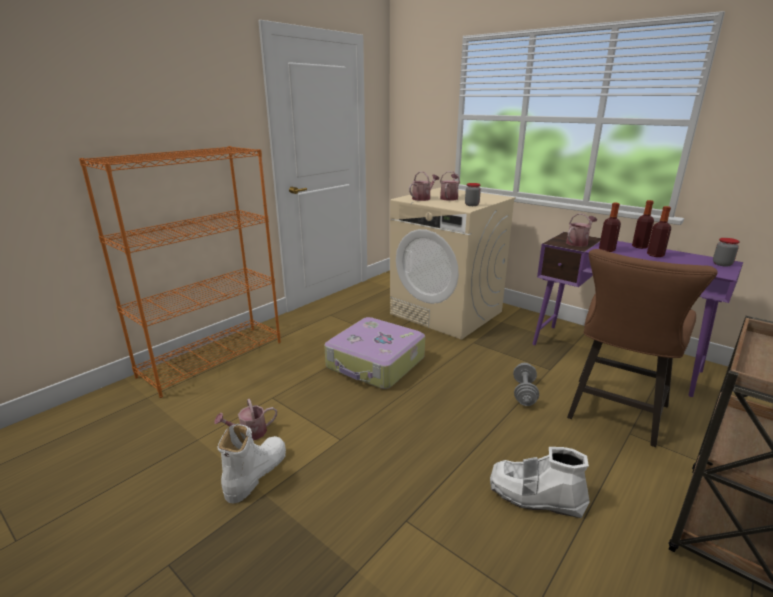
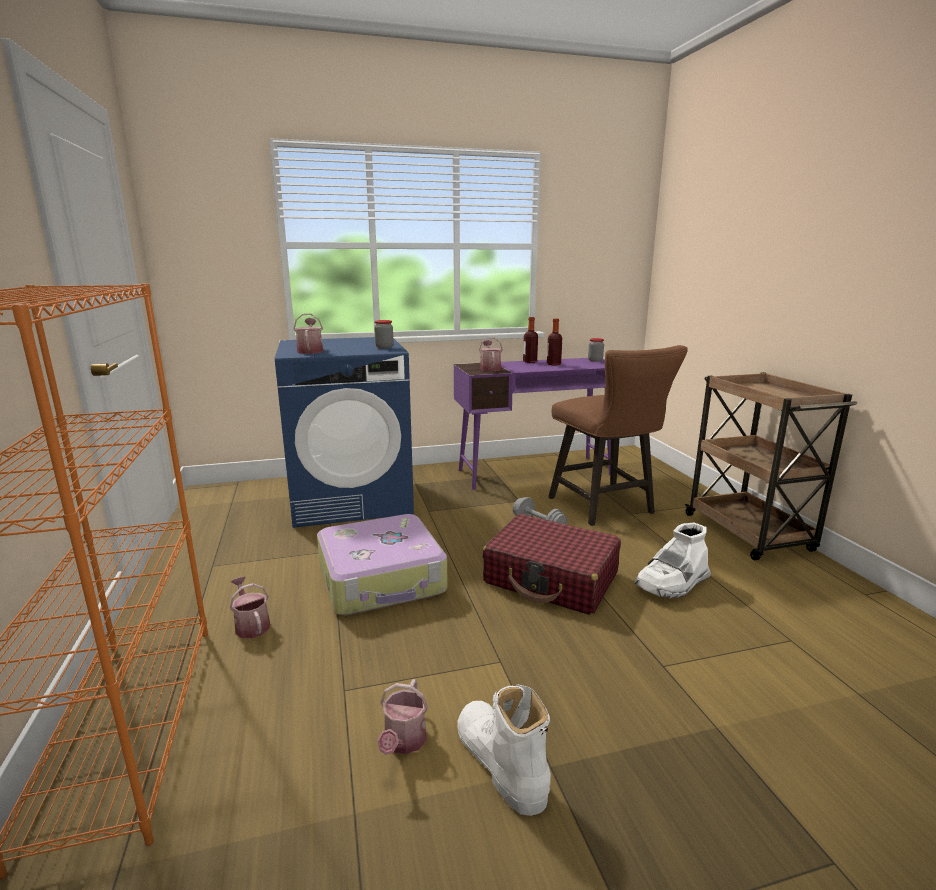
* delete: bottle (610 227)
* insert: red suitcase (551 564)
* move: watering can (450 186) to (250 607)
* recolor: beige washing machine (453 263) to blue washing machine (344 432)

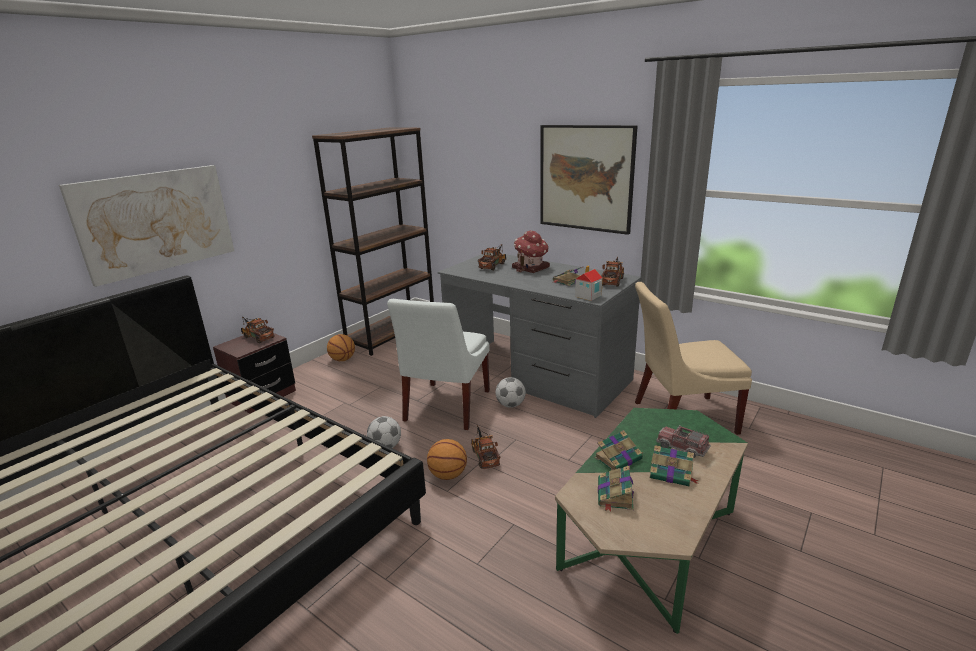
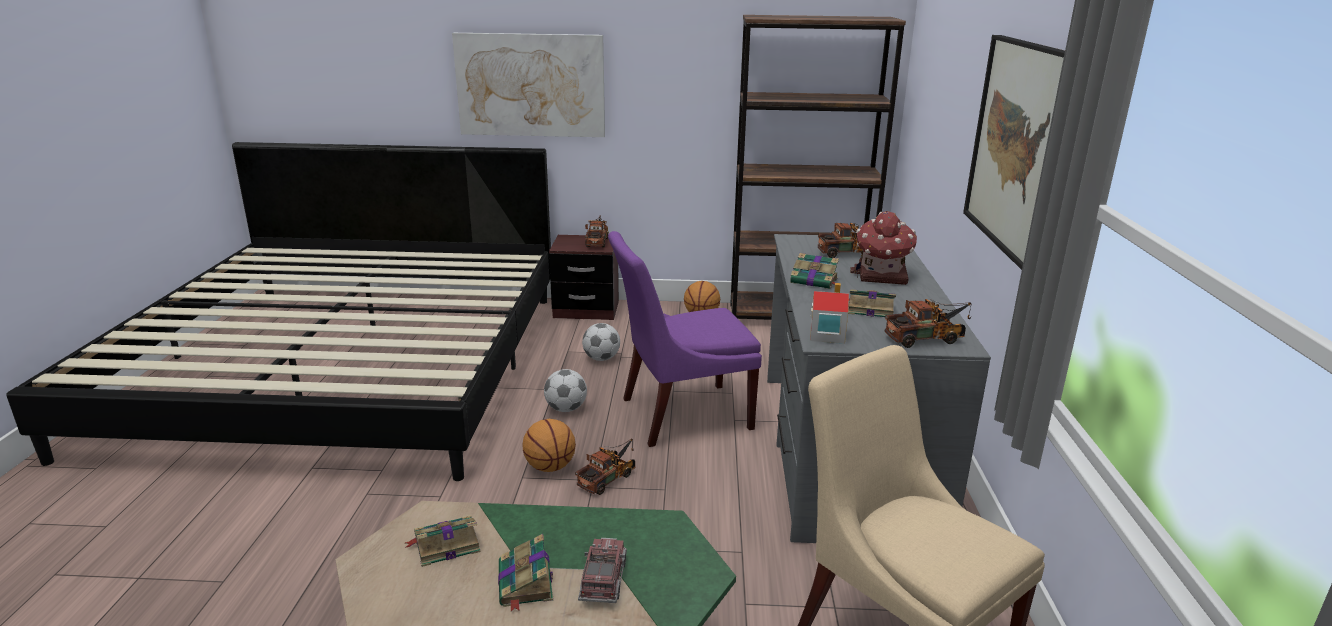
* move: football (511 392) to (601 342)
* move: book (618 450) to (814 271)
* recolor: white chair (438 364) to purple chair (685 339)

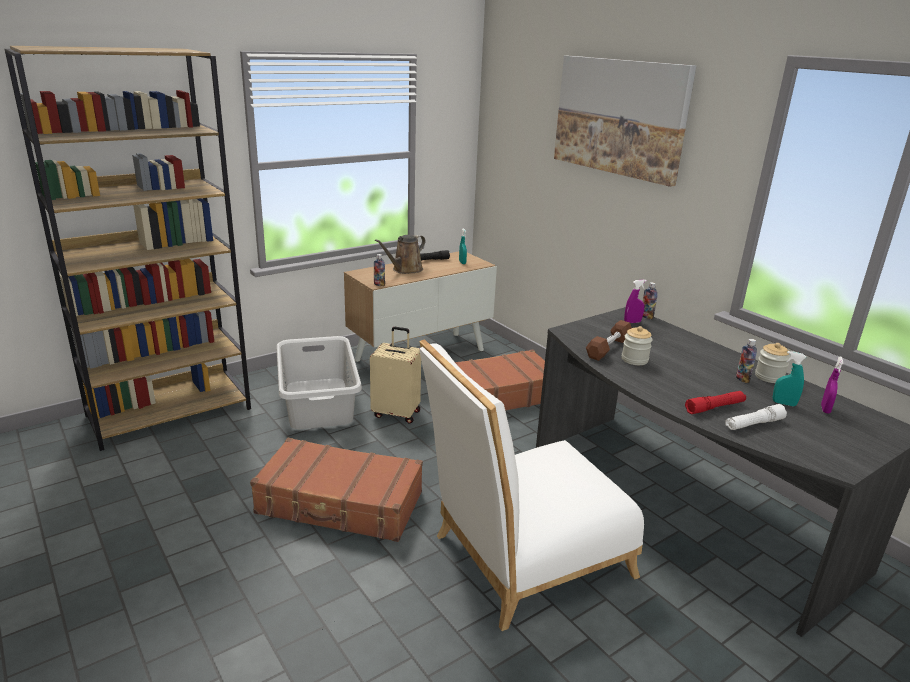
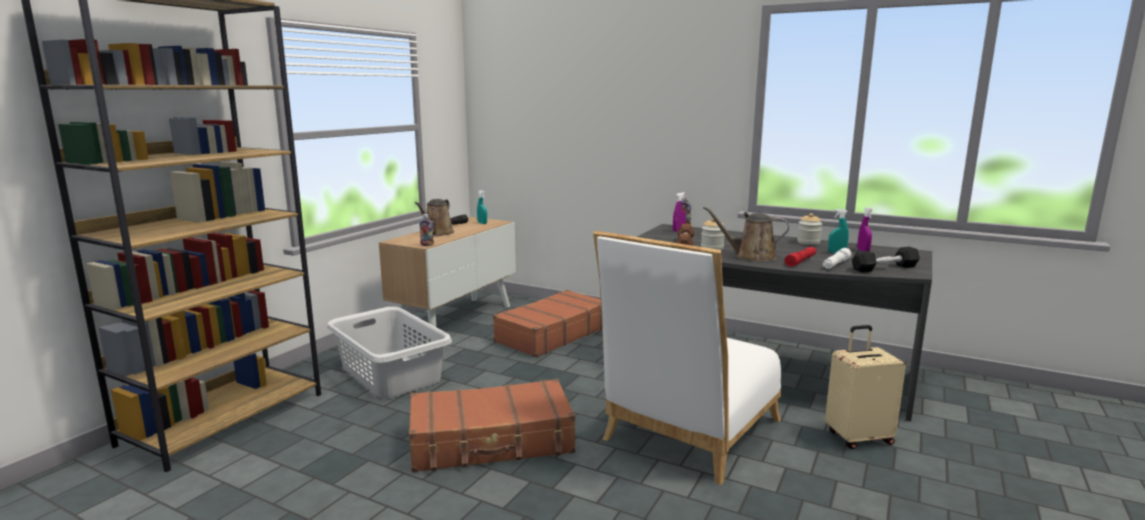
* delete: picture (625 121)
* delete: bottle (746 361)
* insert: brown watering can (746 234)
* insert: black dumbbell (886 260)
* move: beige suitcase (395 375) to (865 387)

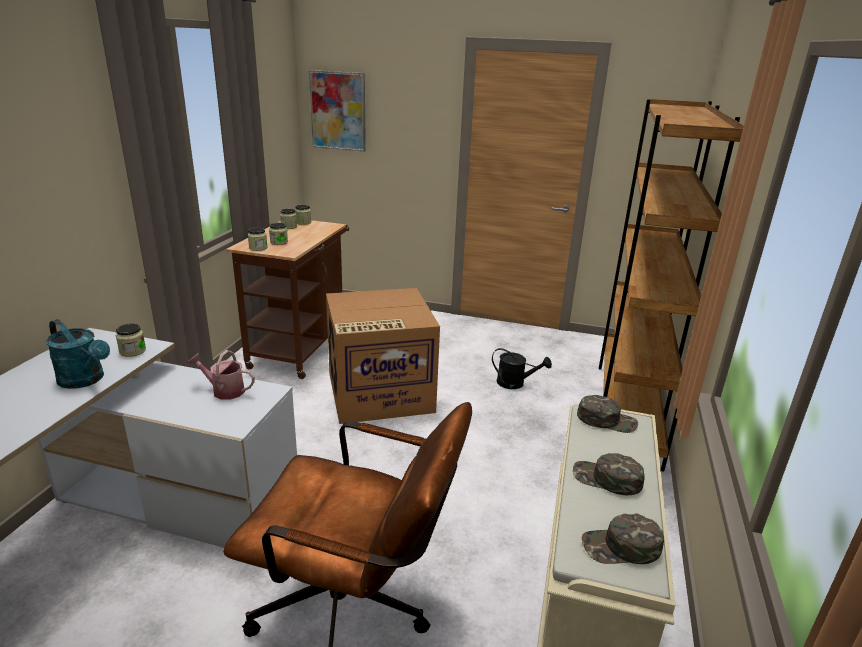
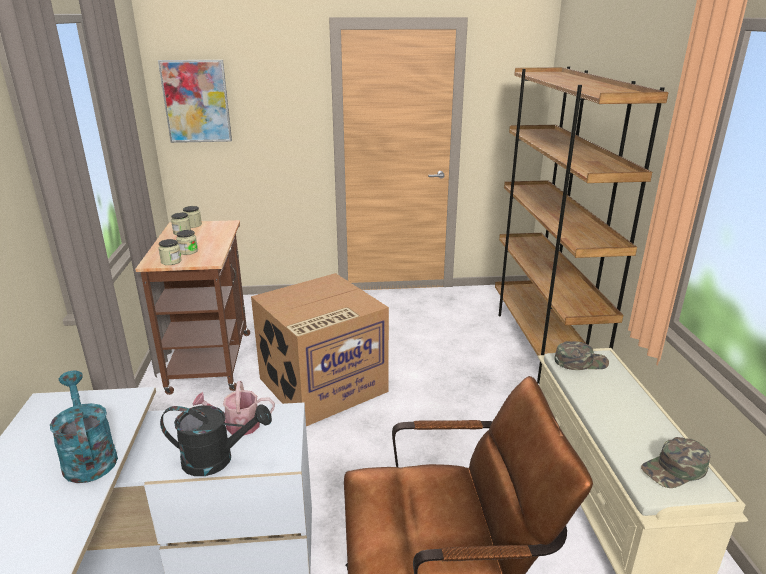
* delete: jar (131 340)
* delete: green cap (609 474)
* move: black watering can (522 368) to (216 440)
* rotate: turquoise watering can (78 354) = (84 427) 135 degrees counterclockwise

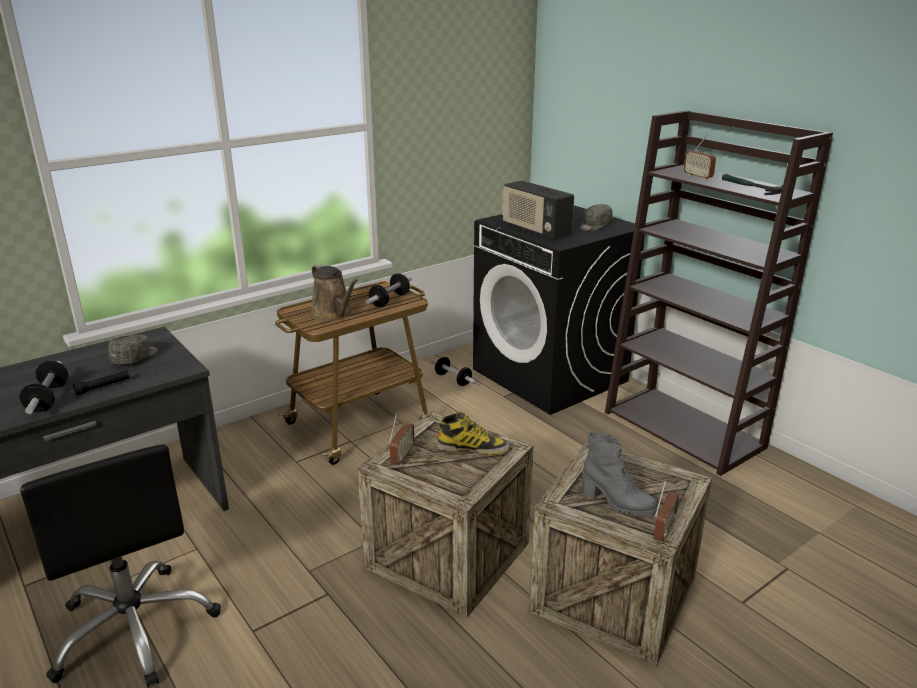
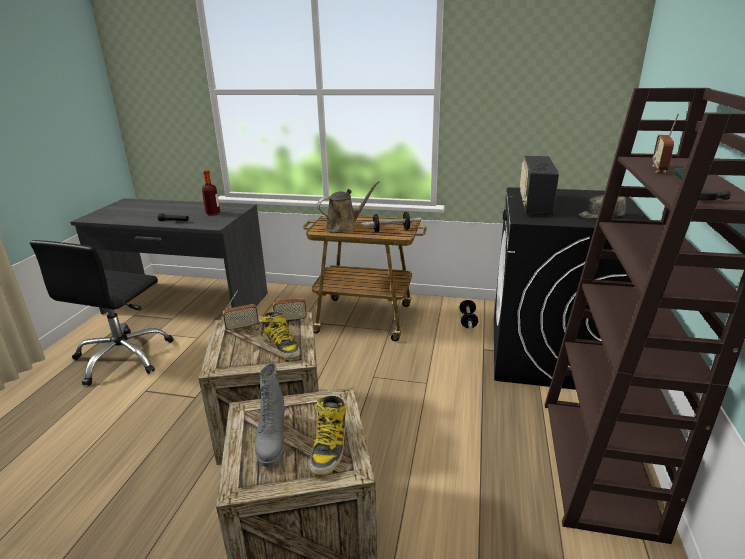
* delete: dumbbell (44 387)
* insert: boot (328 436)
* move: radio (666 511) to (290 302)
* replace: grey cap (133 349) to bottle (211 193)
* rotate: brown watering can (334 292) = (348 207) 135 degrees counterclockwise

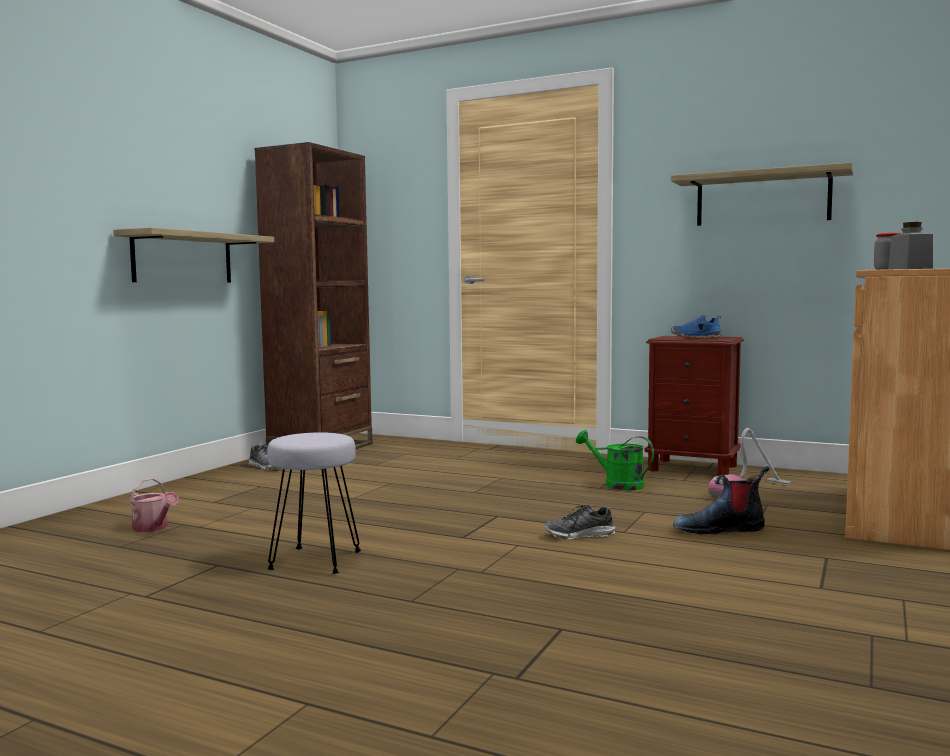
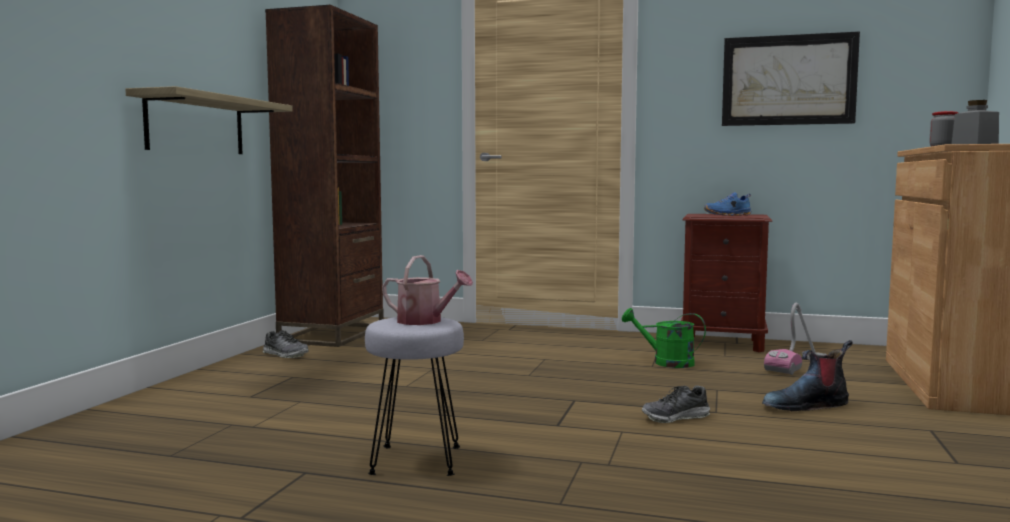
* move: watering can (154 505) to (427 290)
* replace: shelf (762 194) to picture (791 78)

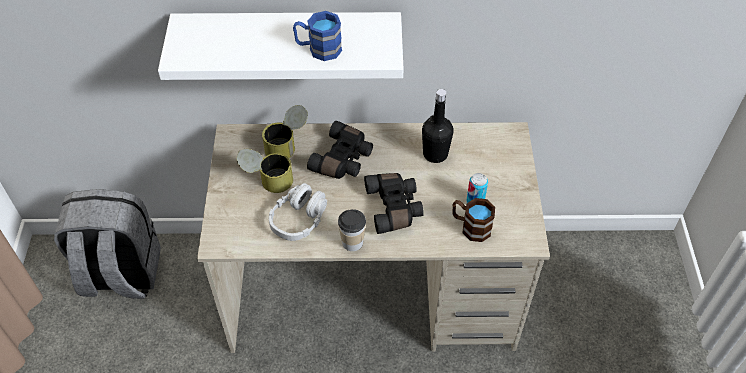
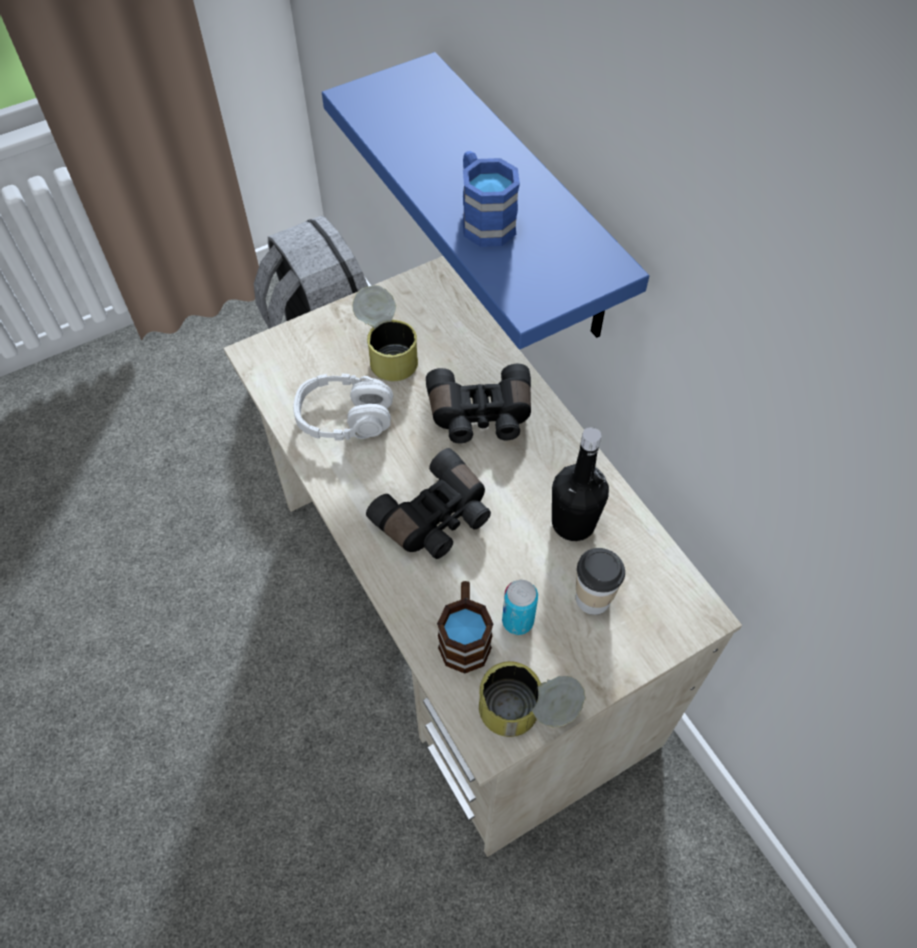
* move: can (285 131) to (532 699)
* move: cup (352 230) to (600 581)
* recolor: white shelf (281 46) to blue shelf (485 200)

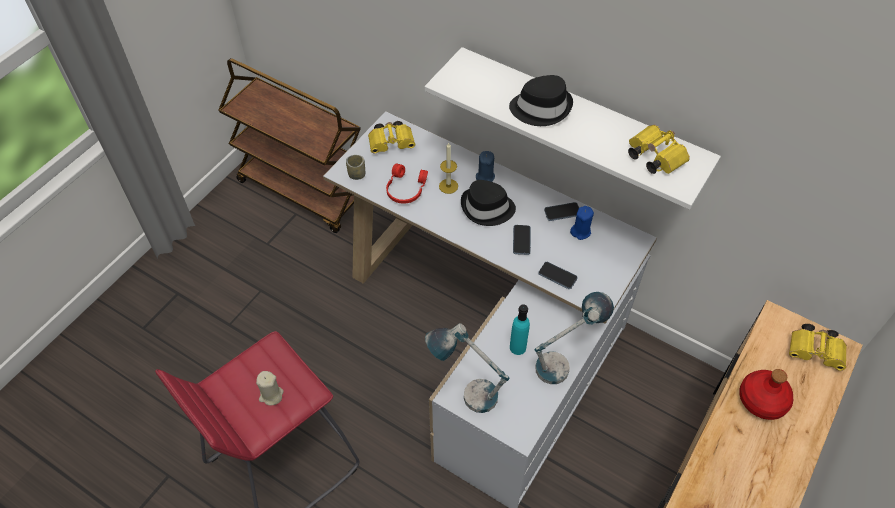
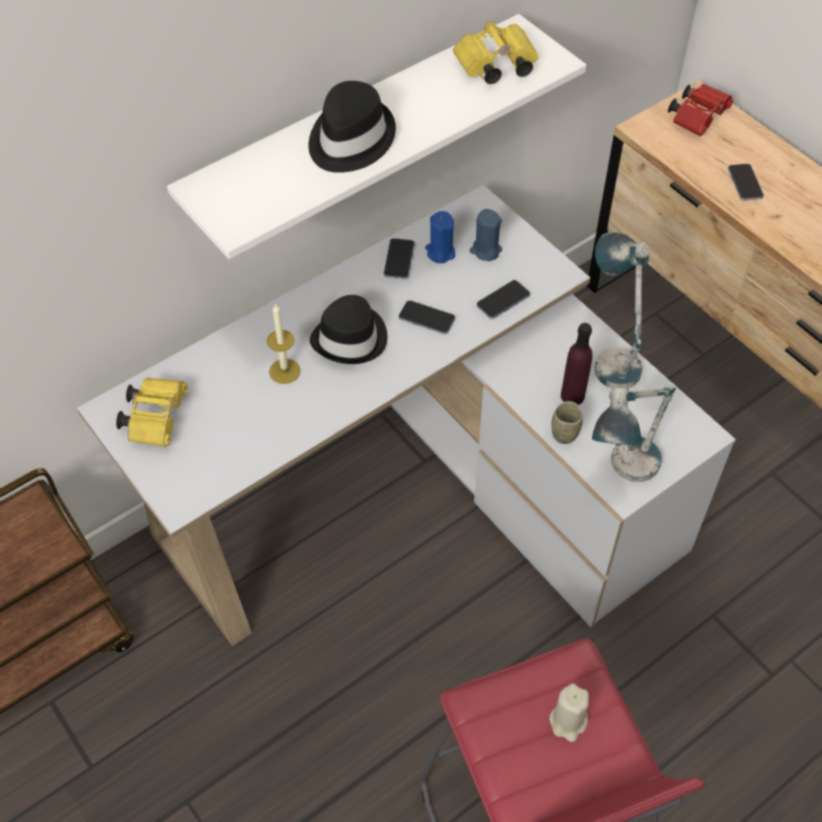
* delete: red headphones (407 184)
* move: cup (355 167) to (567 422)
* move: blue candle (485 166) to (486 235)
* replace: red bottle (766 394) to phone (746 182)
* recolor: turquoise bottle (520 329) to purple bottle (576 364)
* recolor: yellow binoculars (818 347) to red binoculars (700 109)

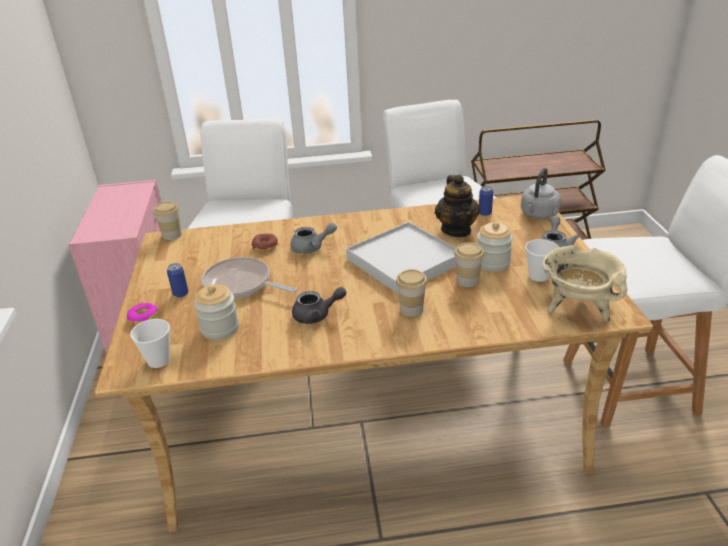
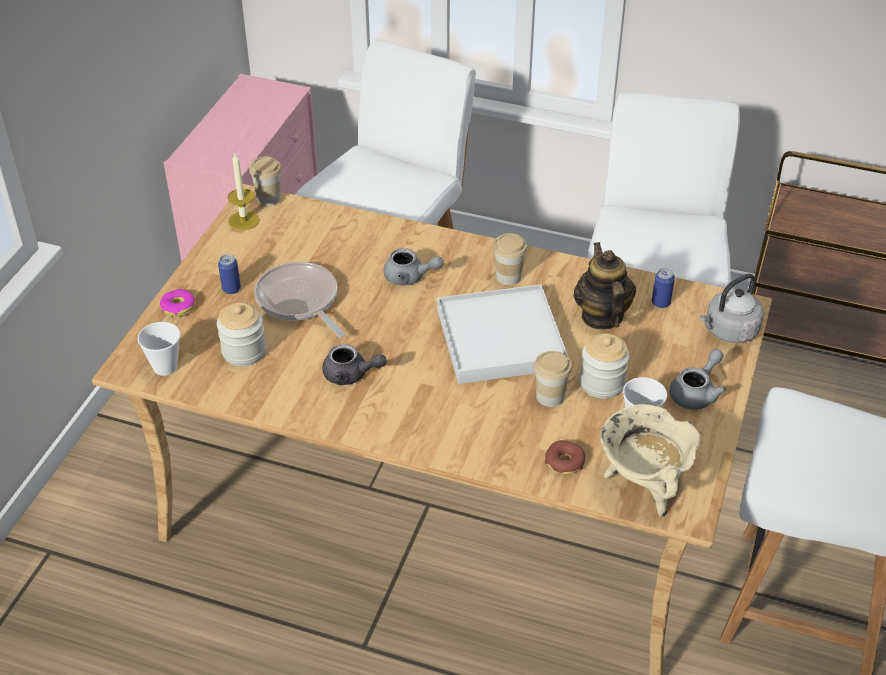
* insert: candle (243 191)
* move: donut (265 243) to (565 457)
* move: cup (411 293) to (510 259)
* rotate: teapot (457 206) = (605 286) 150 degrees clockwise

